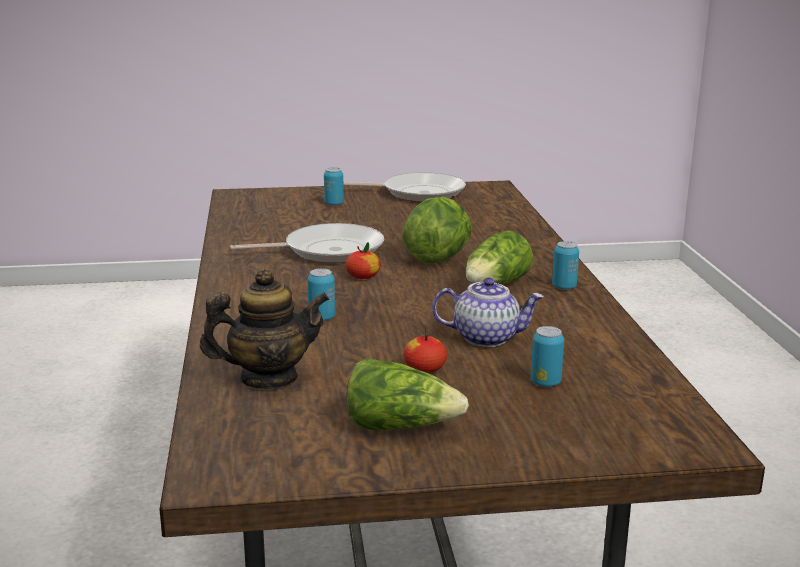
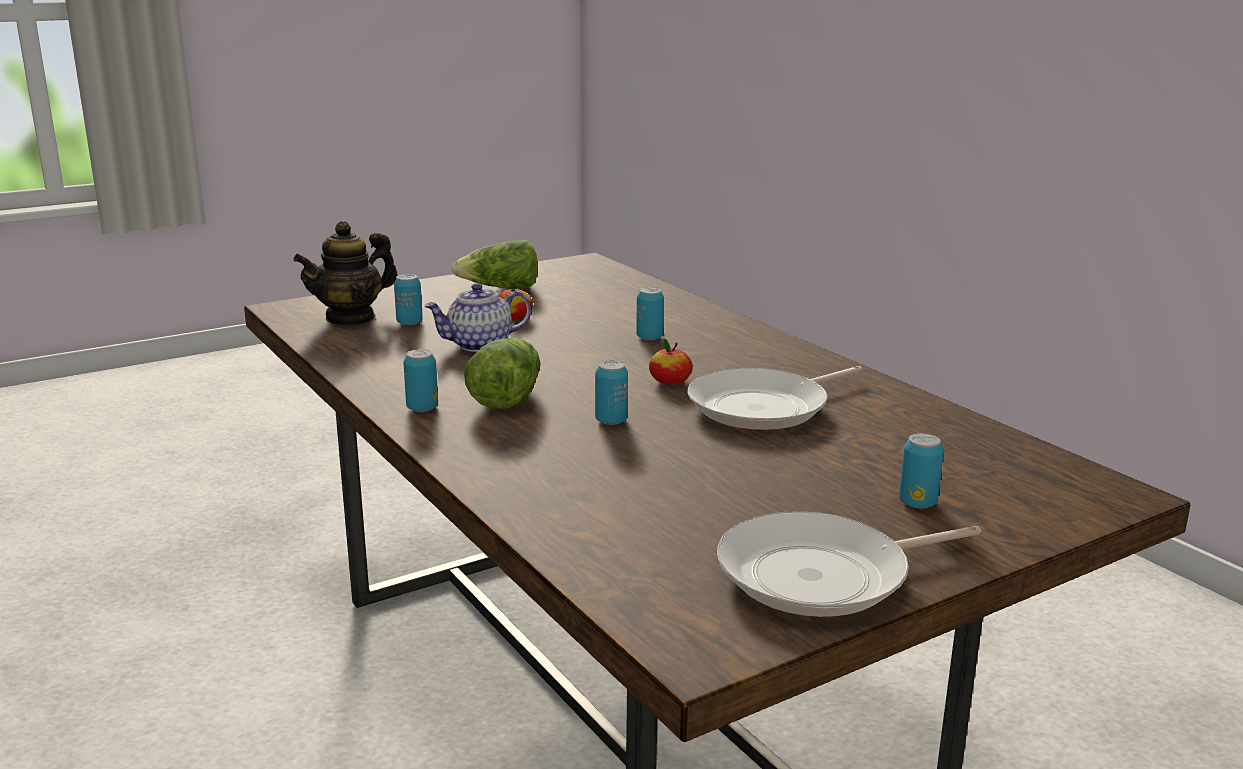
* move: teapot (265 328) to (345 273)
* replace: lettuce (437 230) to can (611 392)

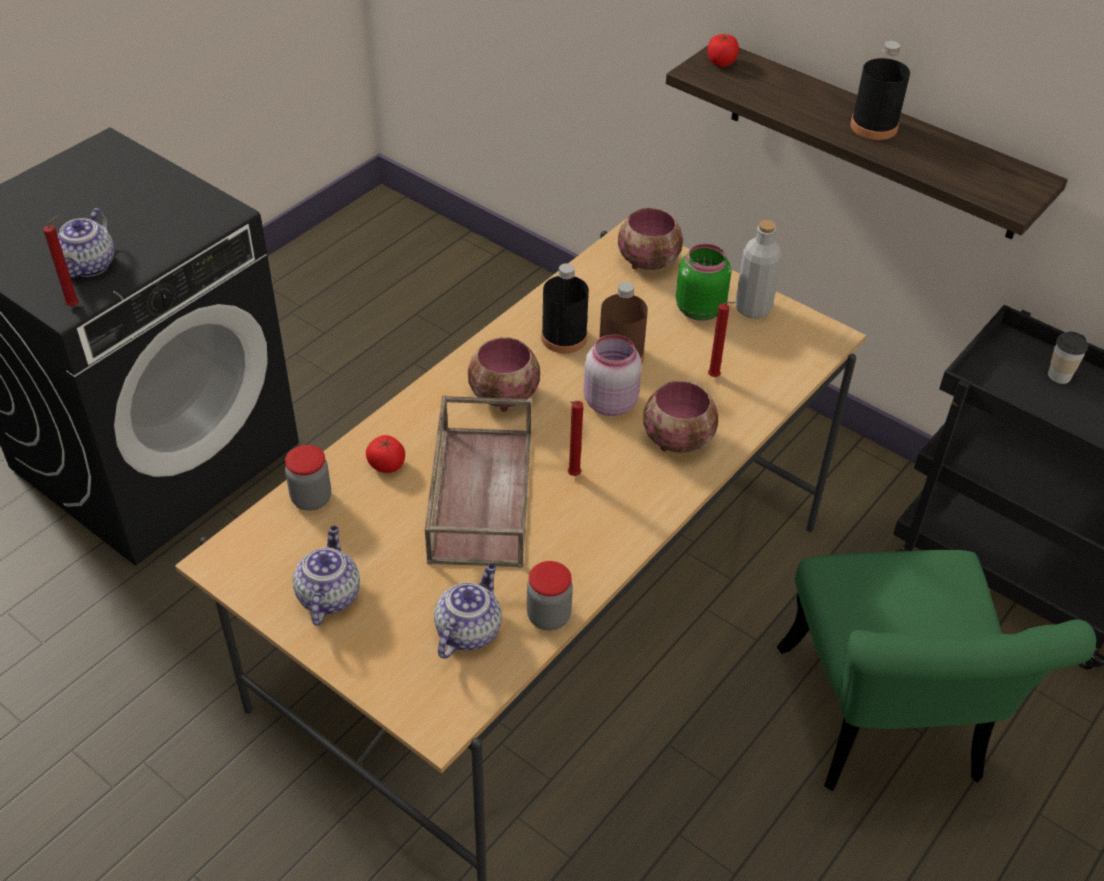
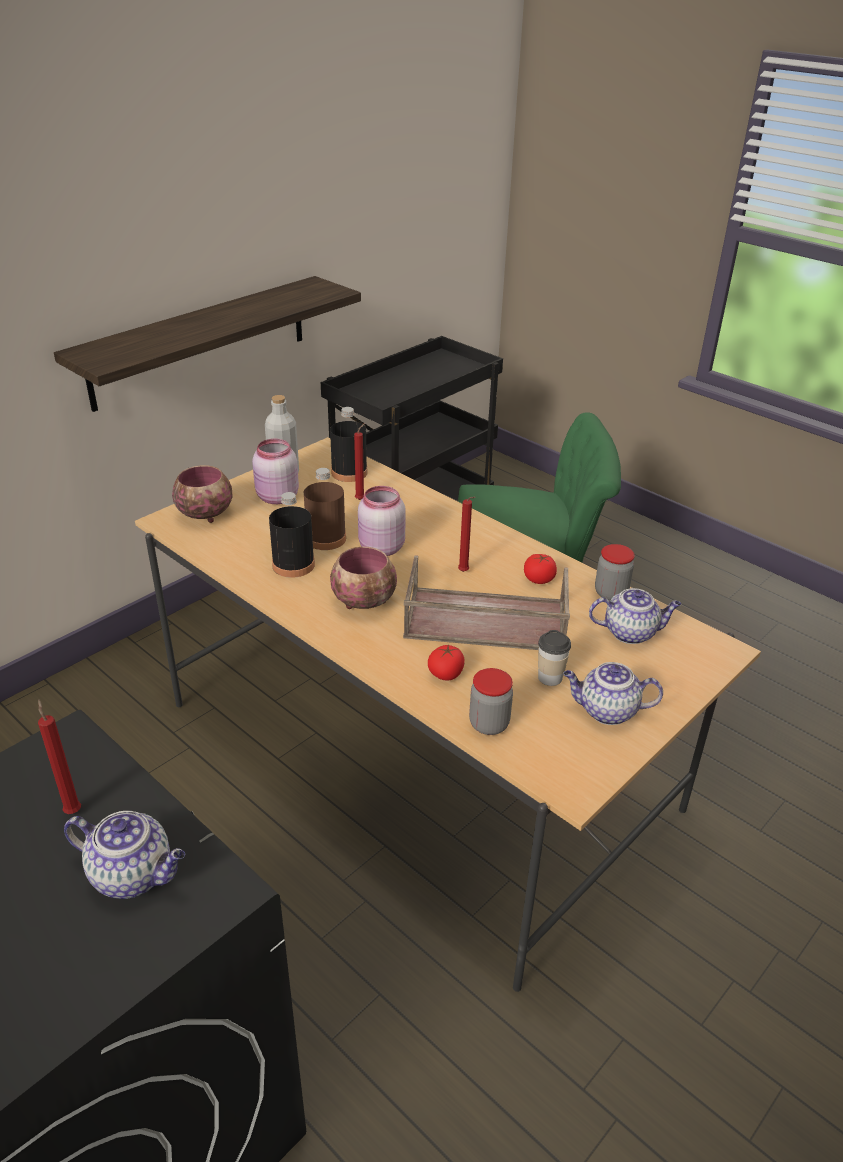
* delete: bowl (680 417)
* move: red candle (61 260) to (59 757)
* move: tomato (723 50) to (540 569)
* move: black bottle (880 90) to (348 444)
* move: cup (1068 358) to (554 658)
* recolor: green jar (703 282) to pink jar (275 471)
* rotate: teapot (468 610) = (635 616) 150 degrees clockwise

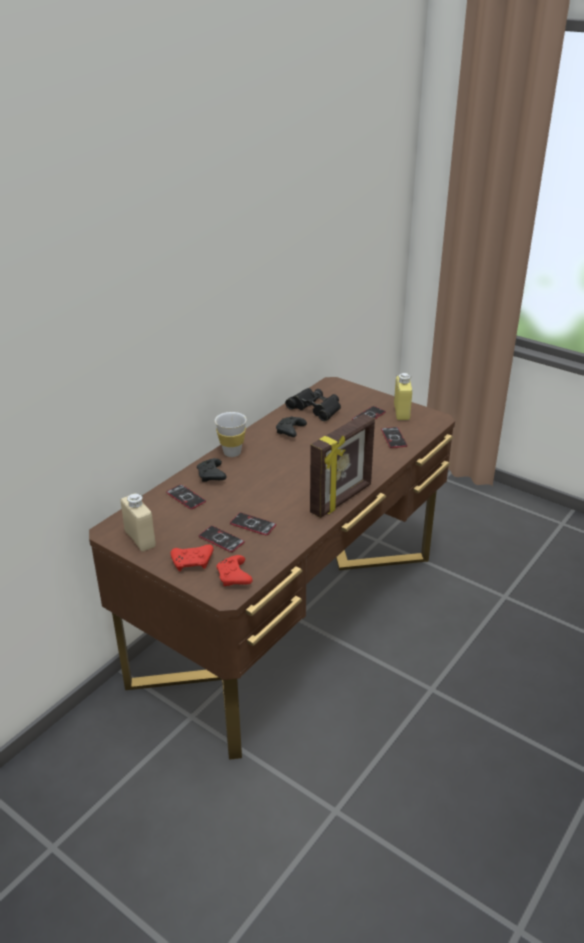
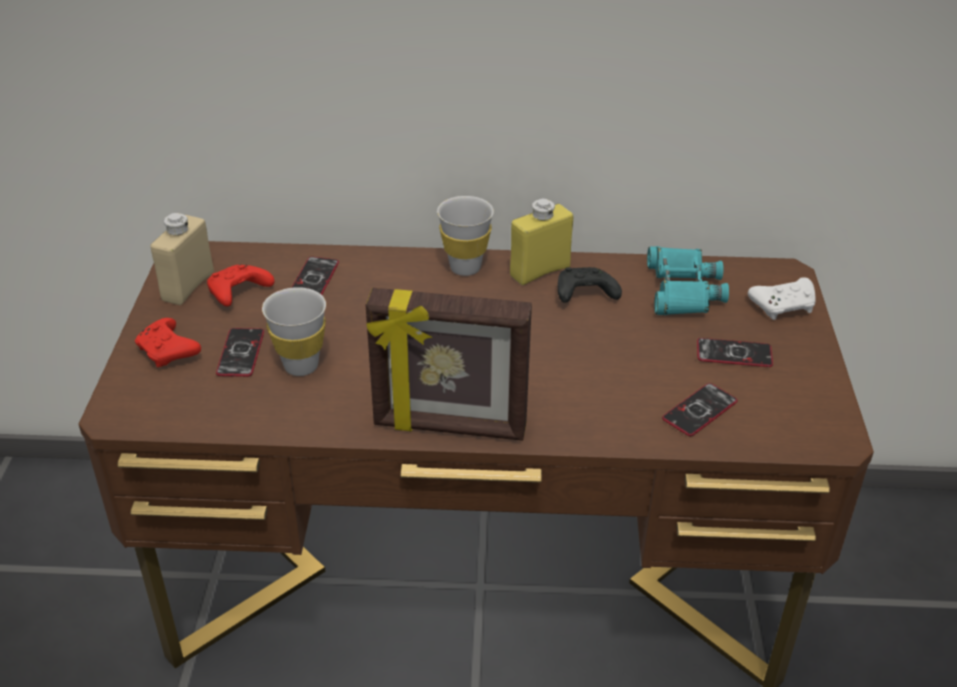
* delete: black game controller (212 470)
* insert: white game controller (781 298)
* move: red game controller (234 570) to (240 285)
* move: yellow bottle (403 396) to (541 242)
* replace: phone (253 524) to white cup (294 331)
* recolor: black binoculars (313 405) to turquoise binoculars (688 280)

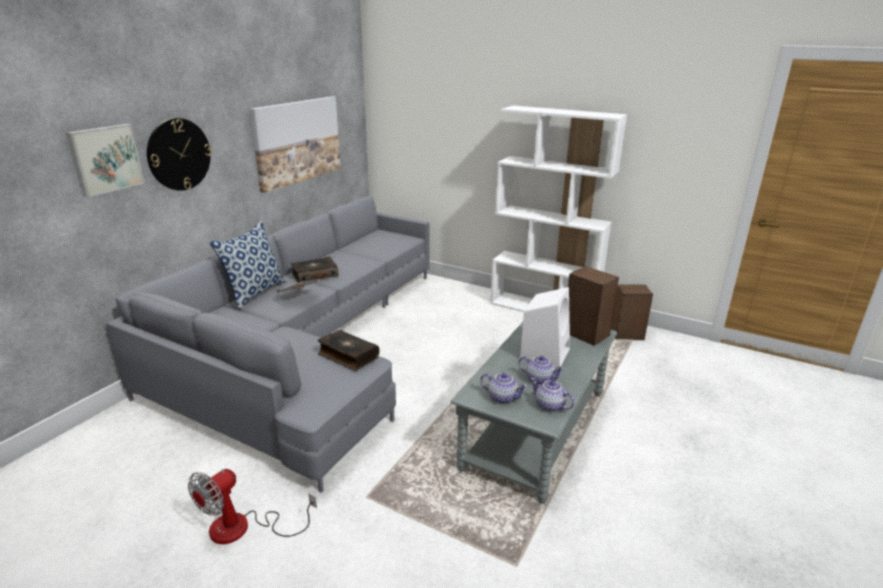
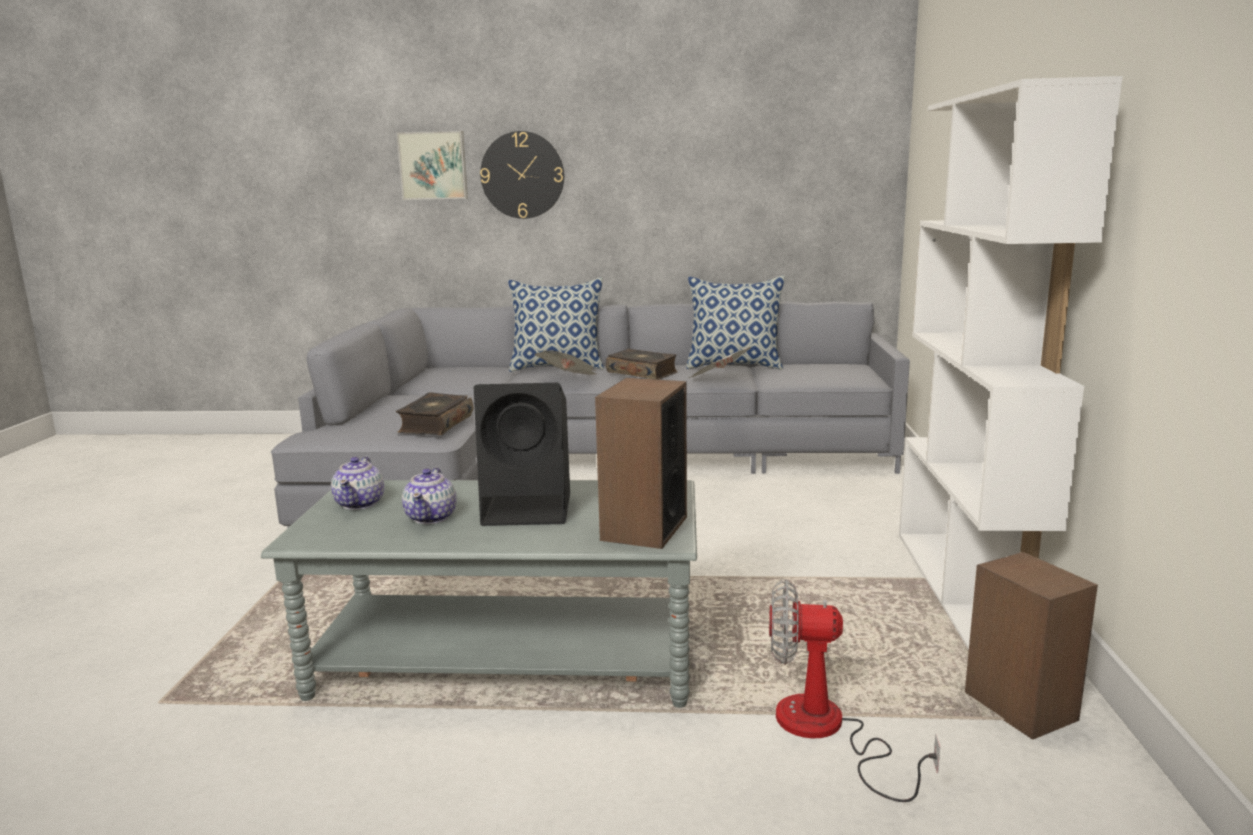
* delete: picture (295 144)
* delete: teapot (552 395)
* insert: pillow (735 322)
* insert: newspaper (720 362)
* move: fan (252 506) to (854 690)
* recolor: white speaker (545 327) to black speaker (522 454)

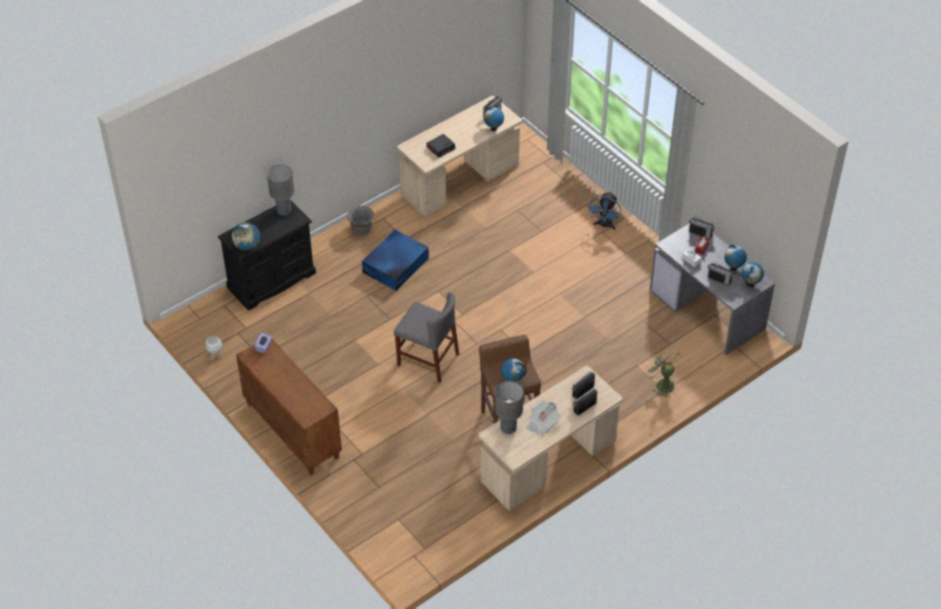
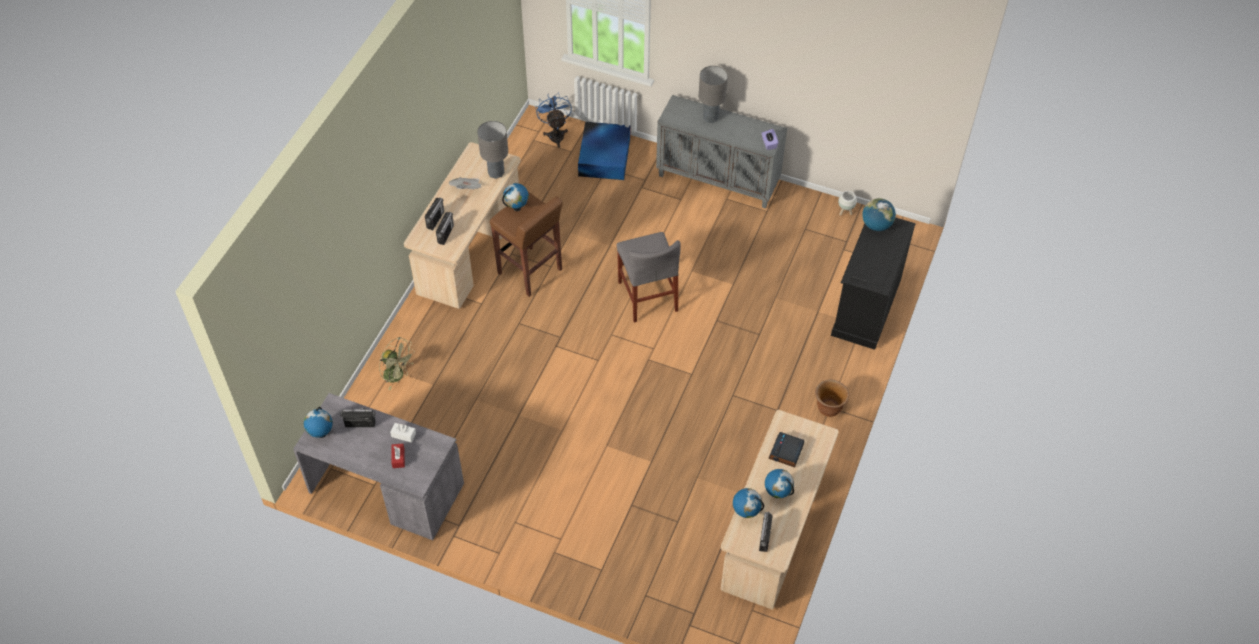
* delete: radio (701 227)
* move: grey table lamp (280 190) to (713 94)
* move: blue storage box (395 260) to (604 151)
* move: blue fan (604 210) to (553 120)
* move: globe (735 258) to (779 483)
* recolor: brown cabinet (289 407) to grey cabinet (721 152)
* recolor: grey planter (360 220) to brown planter (832 398)
* rotate: grey chair (426 337) = (649 277) 105 degrees counterclockwise

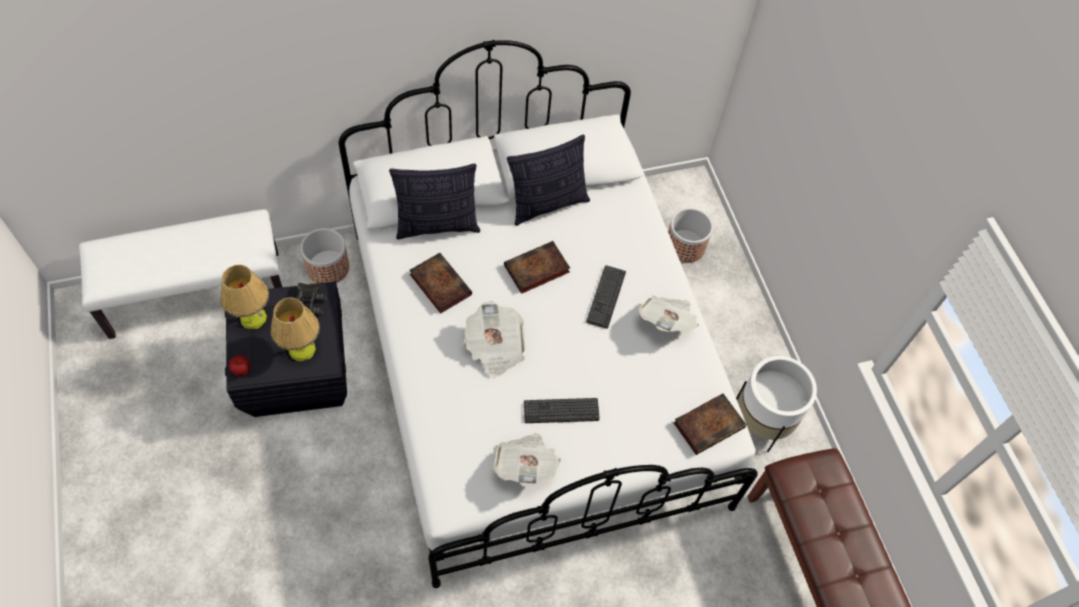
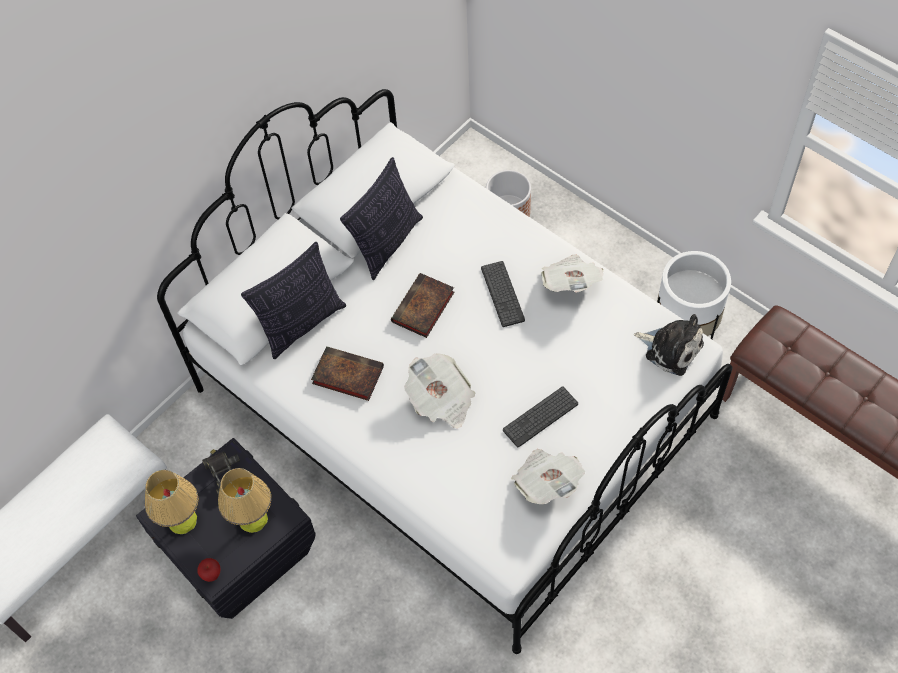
* delete: planter (325 255)
* replace: book (710 424) to plush toy (669 345)

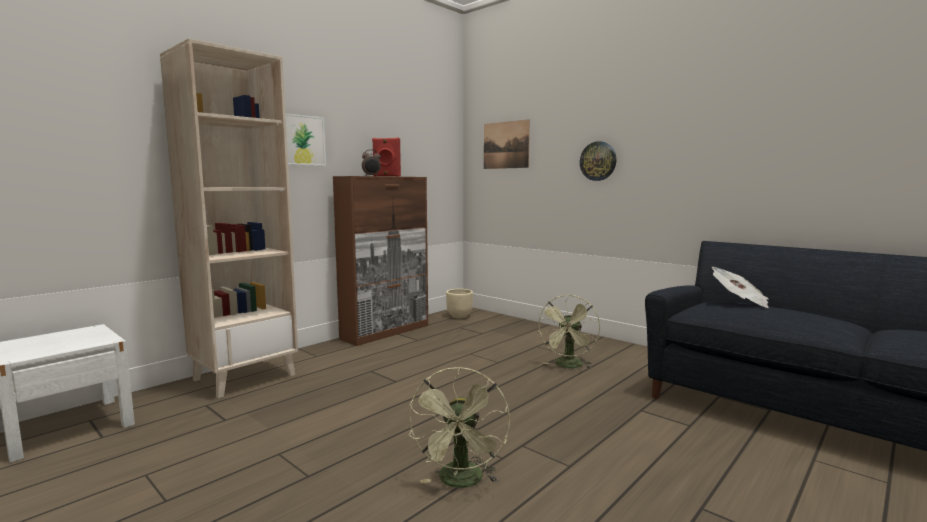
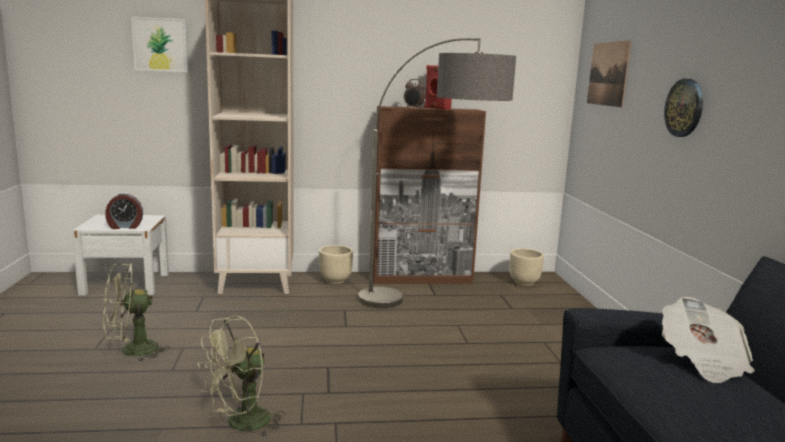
* insert: alarm clock (124 211)
* insert: beige planter (336 264)
* insert: floor lamp (437 173)
* move: picture (305 139) to (159 44)
* move: green fan (569 331) to (136 312)

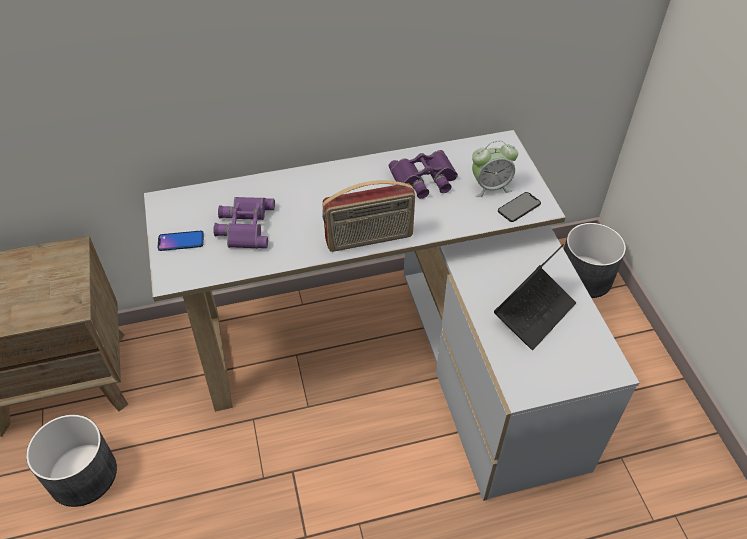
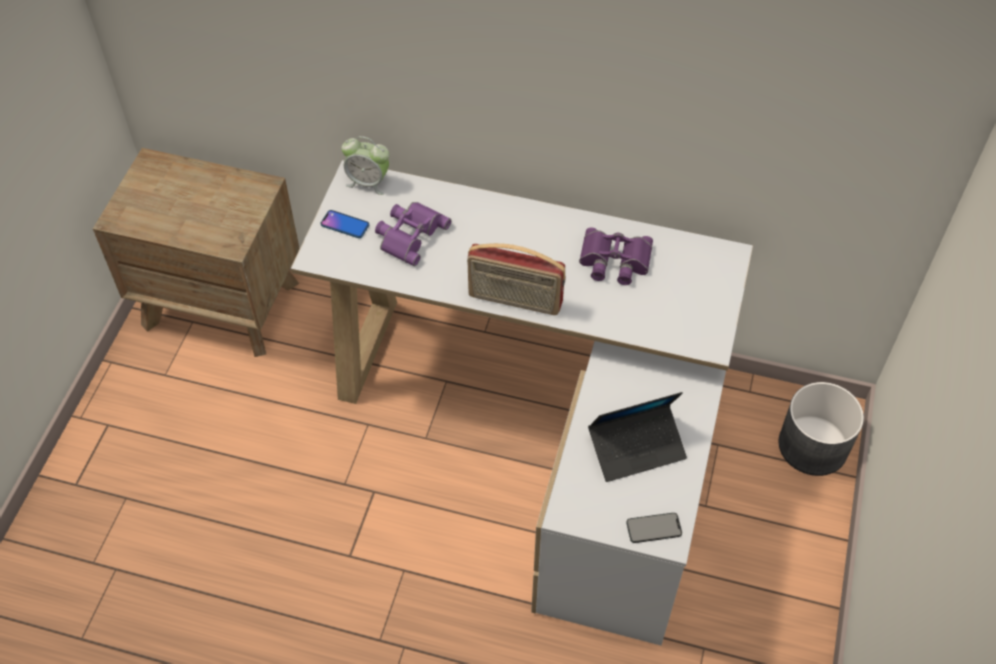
* delete: grey planter (71 461)
* move: alarm clock (495 169) to (365 165)
* move: phone (519 207) to (654 528)

